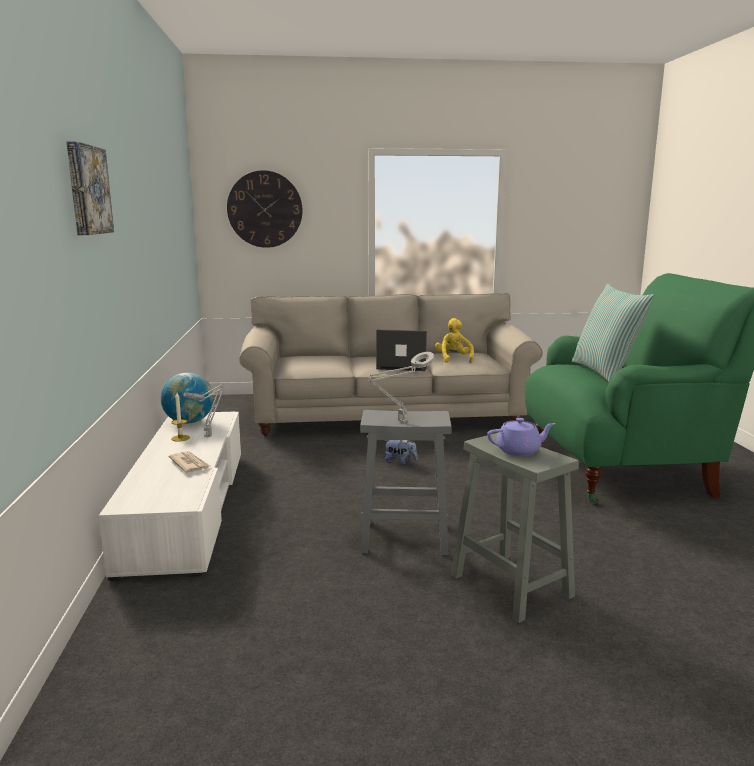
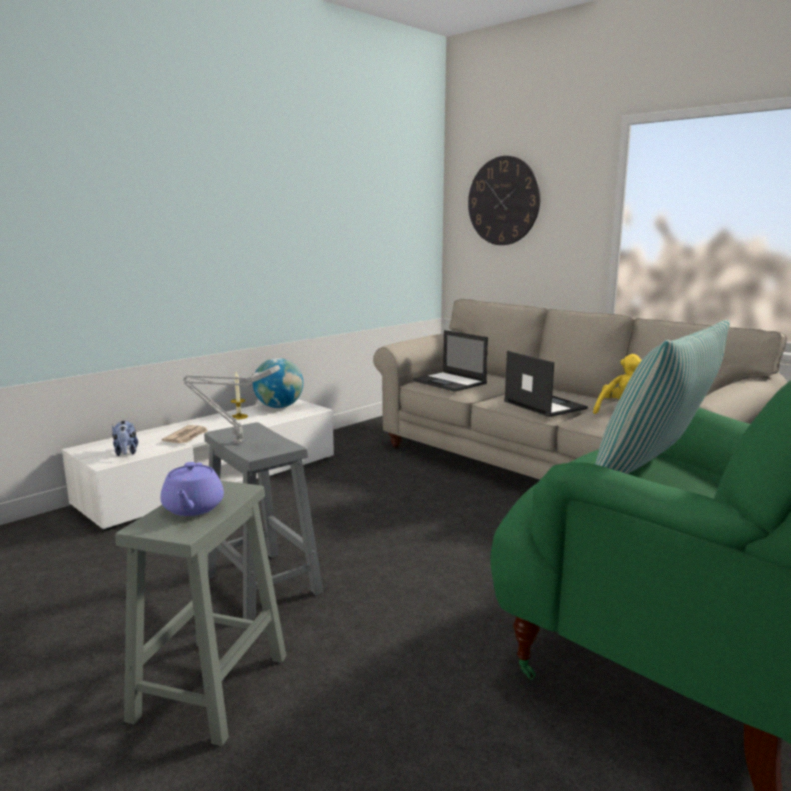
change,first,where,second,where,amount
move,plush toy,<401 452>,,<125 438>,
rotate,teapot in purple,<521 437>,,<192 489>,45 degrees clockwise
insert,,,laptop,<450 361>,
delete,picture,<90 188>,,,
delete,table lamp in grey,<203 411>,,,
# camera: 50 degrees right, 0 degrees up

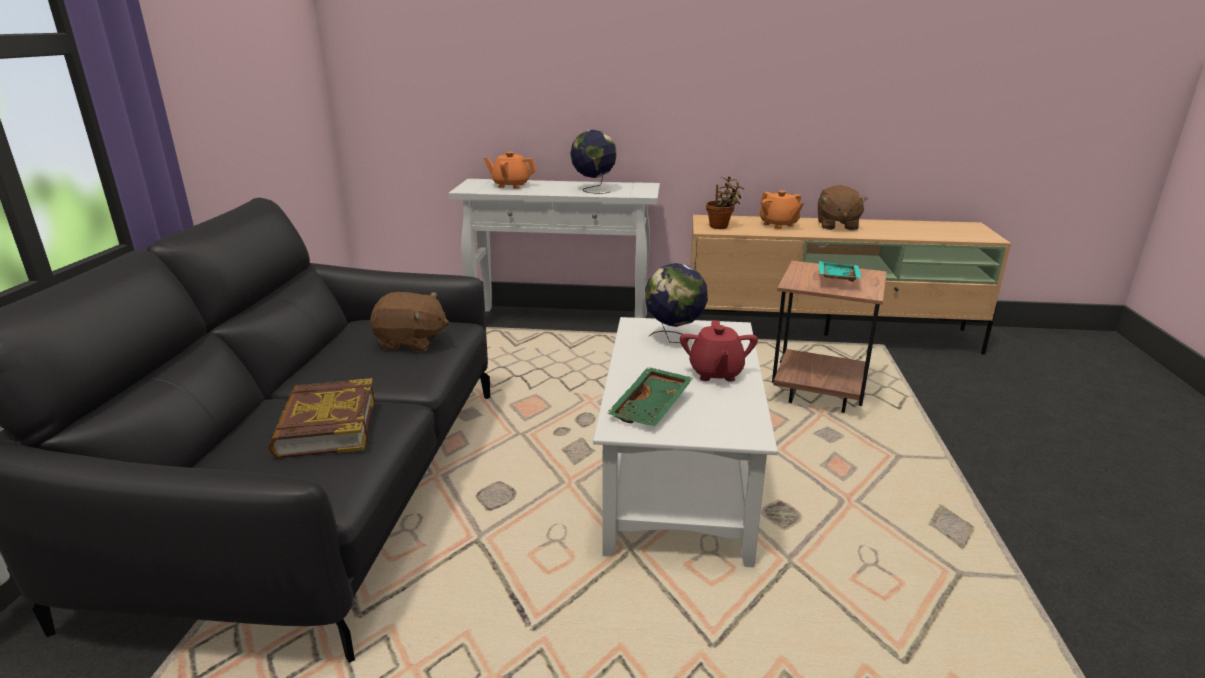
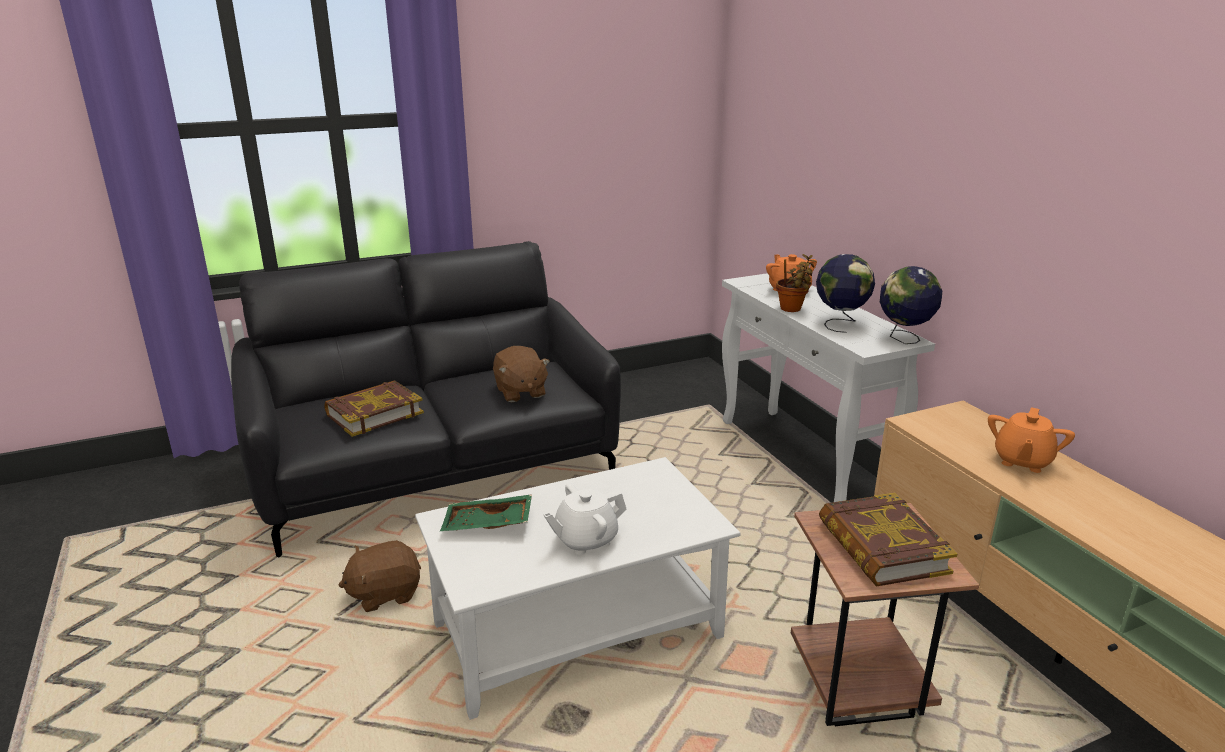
change,first,where,second,where,amount
move,plush toy in brown,<843 207>,,<379 576>,
recolor,teapot in red,<719 351>,teapot in white,<584 519>,
move,potted plant,<725 202>,,<796 283>,
replace,tray in turquoise,<840 271>,book,<888 540>,
move,globe,<676 303>,,<911 305>,
# camera: 60 degrees right, 0 degrees up

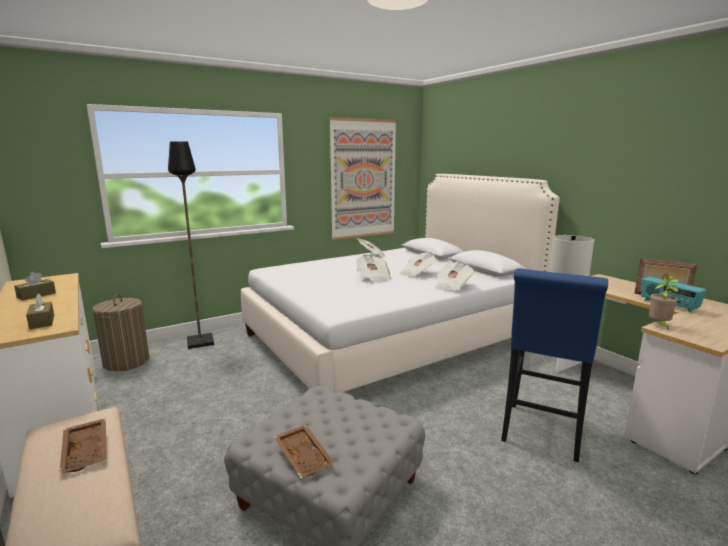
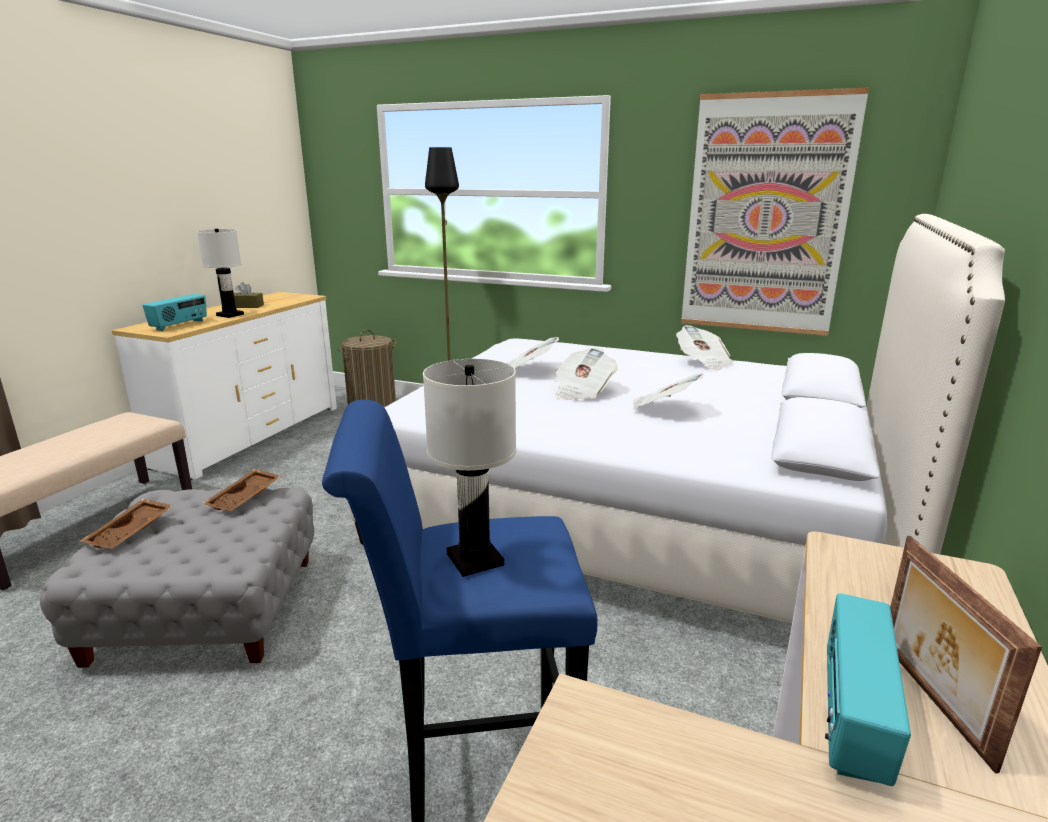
change,first,where,second,where,amount
replace,tissue box in brown,<40 311>,radio,<174 312>,
insert,,,table lamp in white,<220 273>,
move,tray in brown,<83 446>,,<241 490>,
move,newspaper,<454 276>,,<533 352>,
delete,potted plant,<663 302>,,,
# camera: 55 degrees right, 5 degrees up

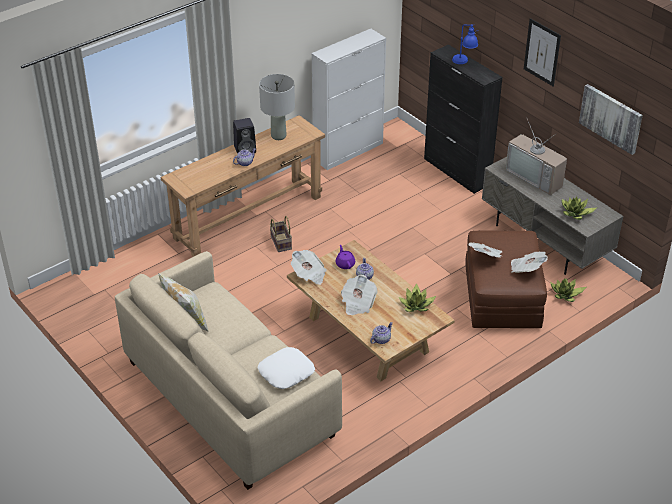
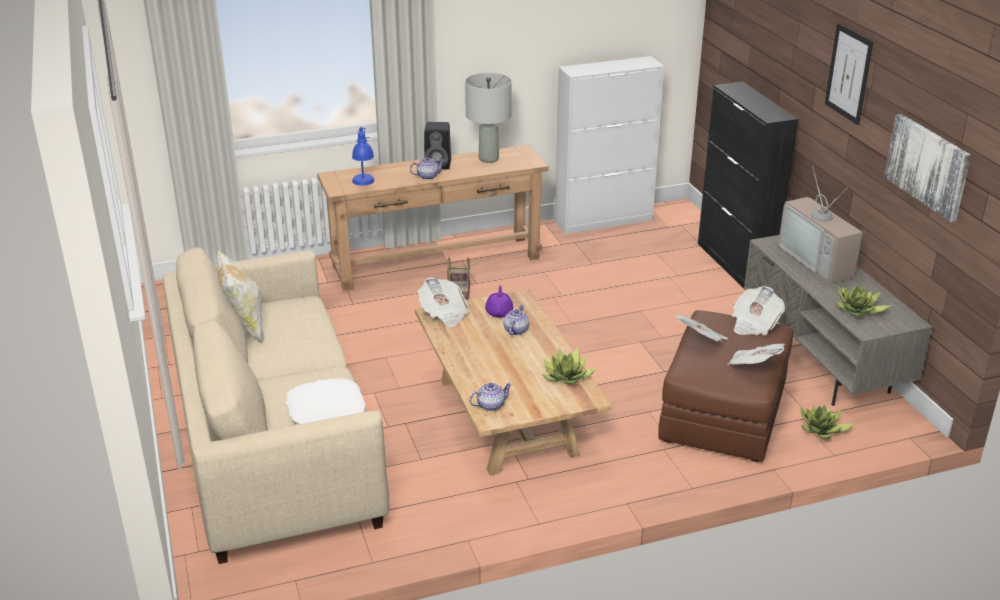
change,first,where,second,where,amount
move,table lamp in blue,<465 44>,,<363 156>,
move,newspaper,<359 295>,,<758 310>,
# camera: 20 degrees right, 10 degrees down

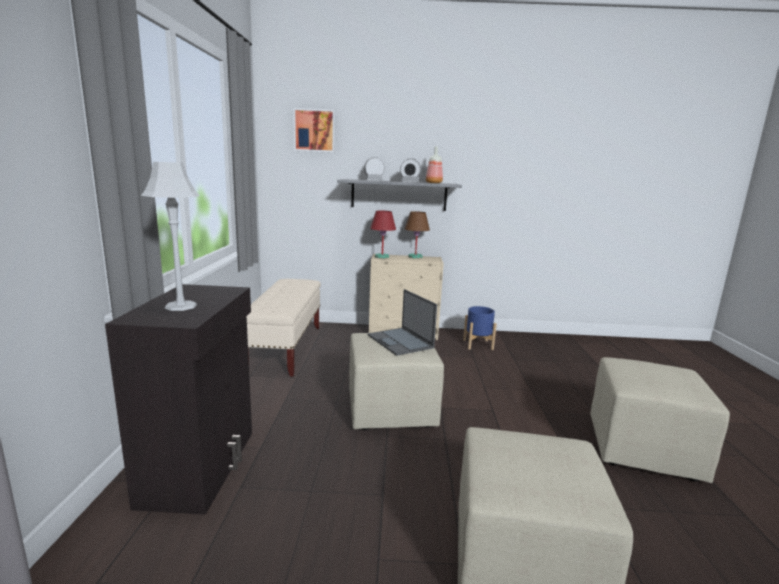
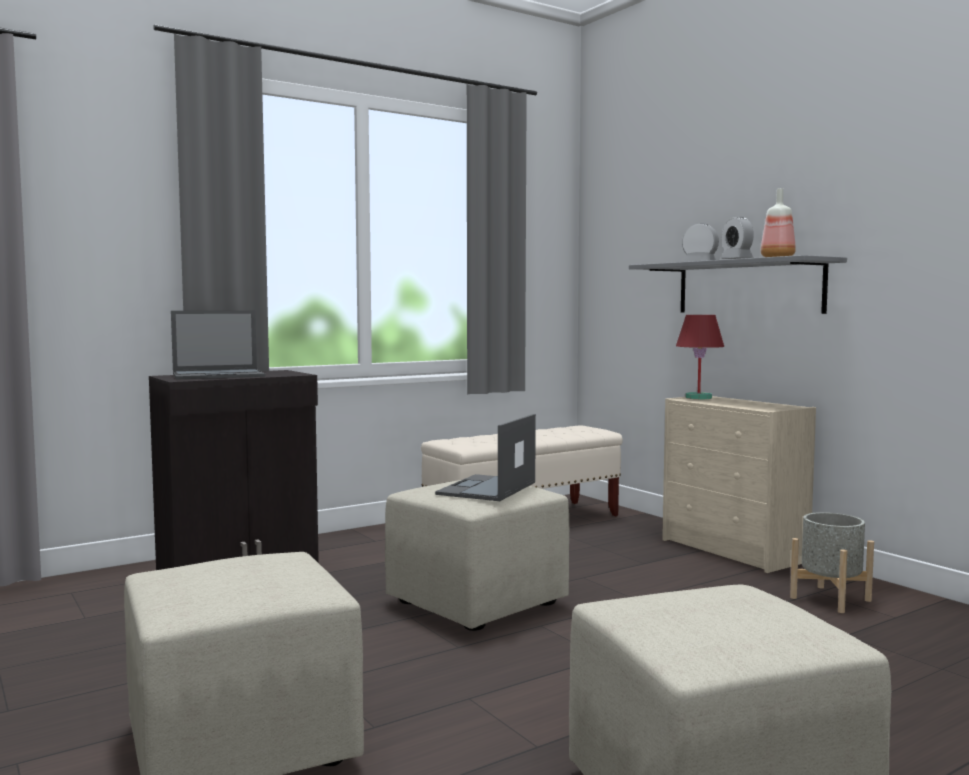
change,first,where,second,where,amount
replace,table lamp in grey,<170 236>,laptop,<218 345>,
recolor,planter in blue,<480 328>,planter in grey,<832 562>,
delete,picture,<314 130>,,,
delete,table lamp in brown,<417 235>,,,
# camera: 55 degrees right, 10 degrees down

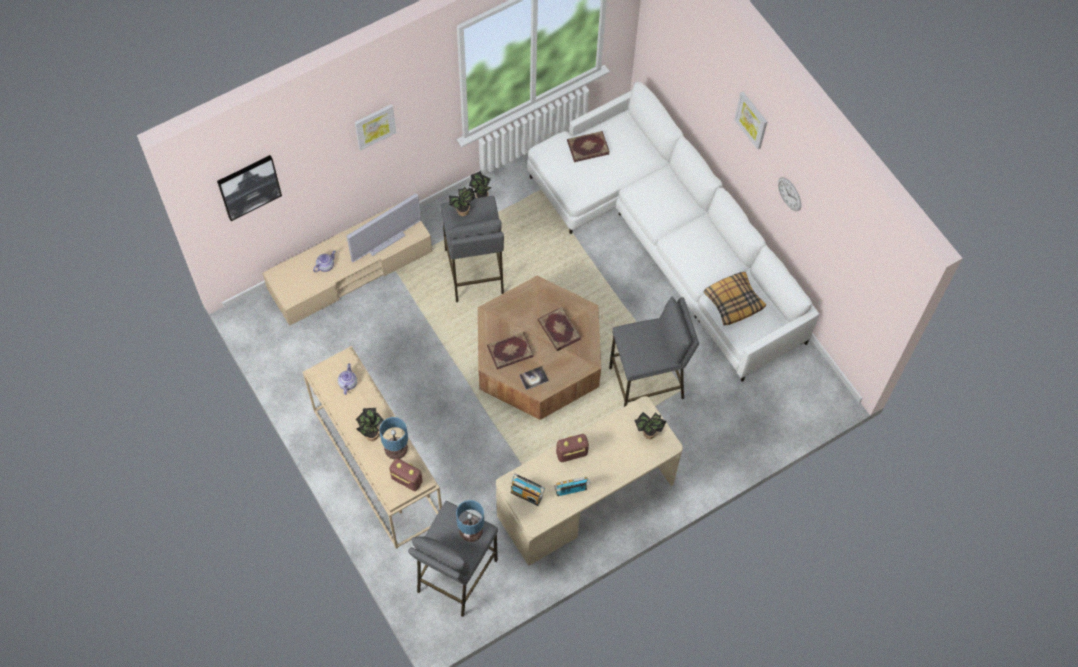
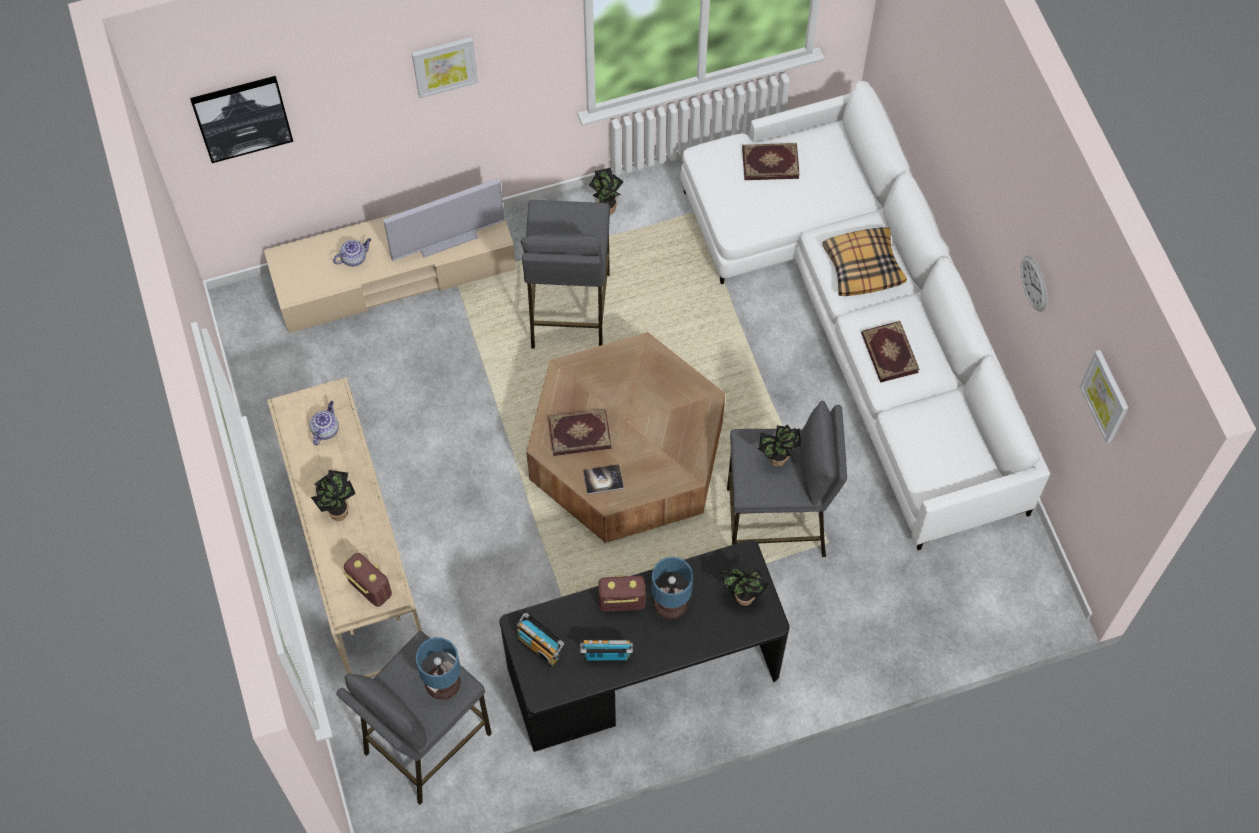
change,first,where,second,where,amount
recolor,desk in beige,<589 481>,desk in black,<644 646>,
move,table lamp,<393 438>,,<672 588>,
move,potted plant,<462 201>,,<779 445>,
move,pillow,<734 299>,,<864 261>,
move,book,<559 329>,,<890 351>,
move,picture,<750 120>,,<1103 396>,
# camera: 15 degrees right, 0 degrees up

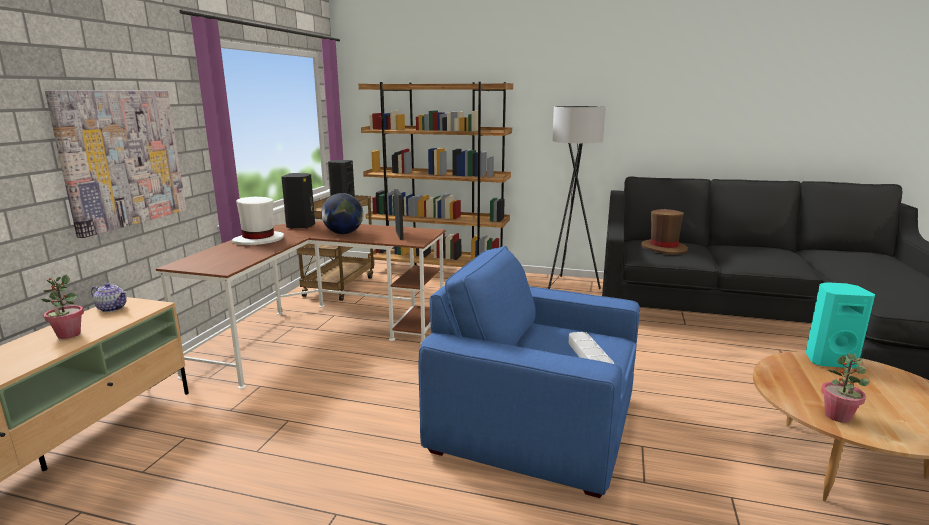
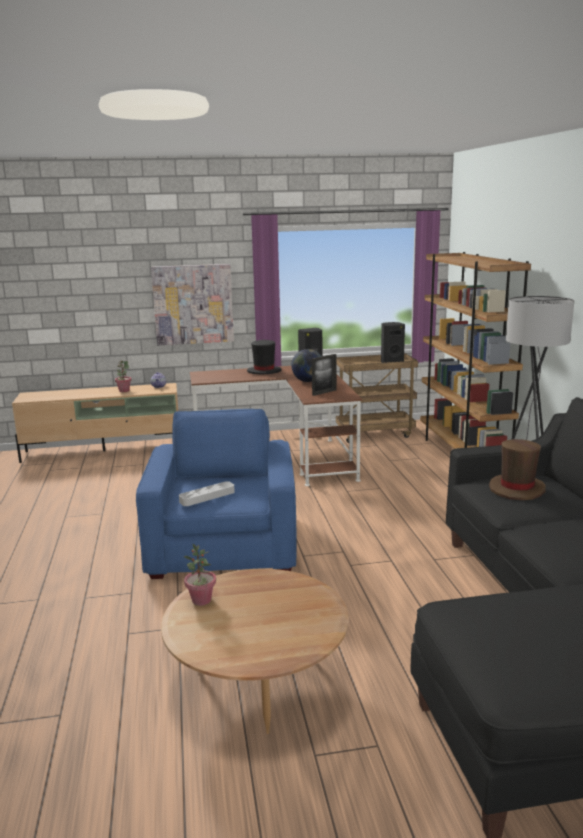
change,first,where,second,where,amount
recolor,hat in white,<258 221>,hat in black,<264 357>,
delete,speaker in turquoise,<840 325>,,,
# camera: 65 degrees right, 0 degrees up

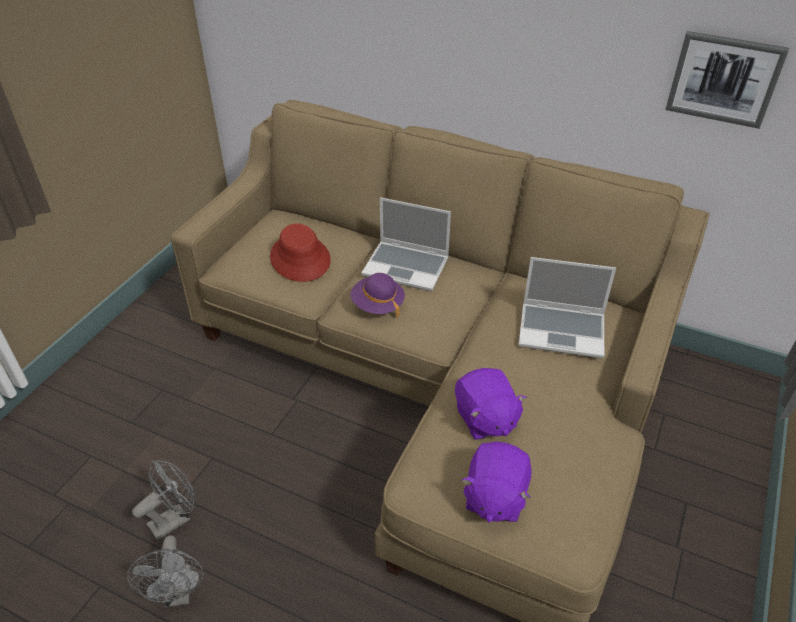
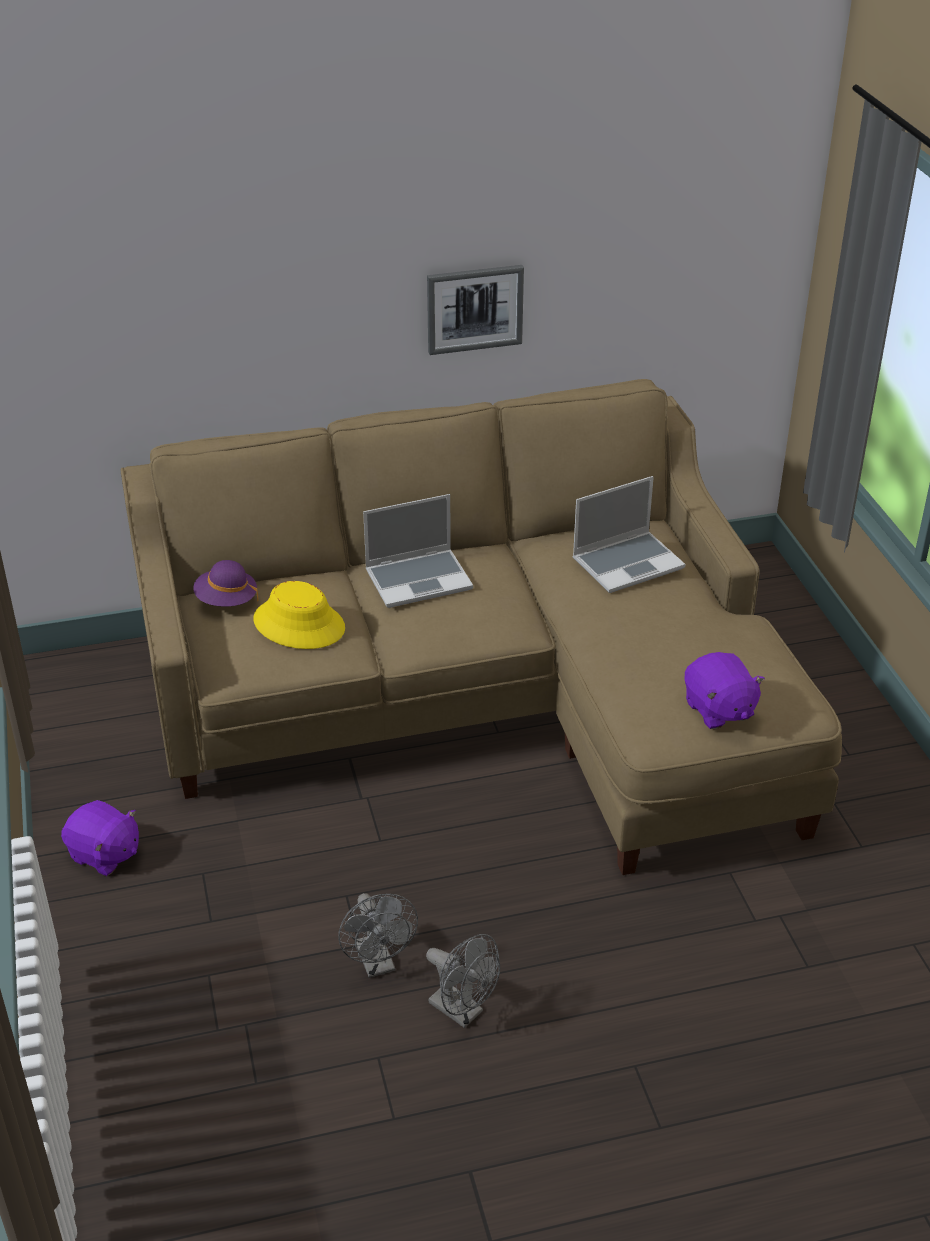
change,first,where,second,where,amount
move,plush toy in purple,<491 404>,,<100 838>,
move,hat in purple,<378 295>,,<226 583>,
recolor,hat in red,<300 252>,hat in yellow,<299 615>,
rotate,fan in grey,<163 500>,,<378 935>,150 degrees clockwise
move,picture,<727 80>,,<475 310>,
# camera: 40 degrees left, 5 degrees down

